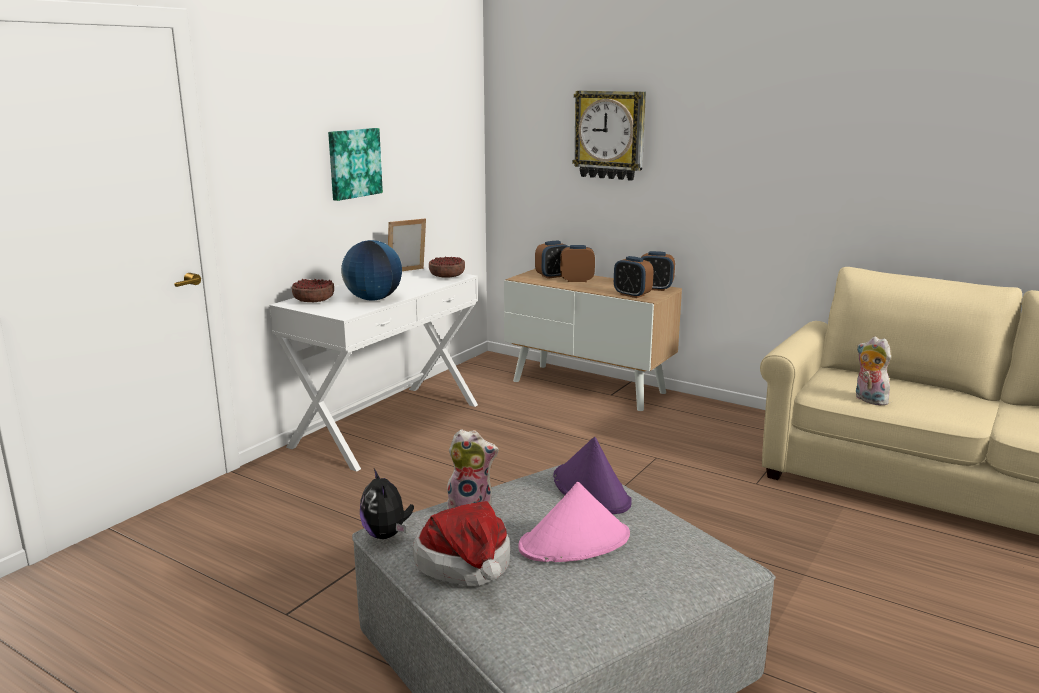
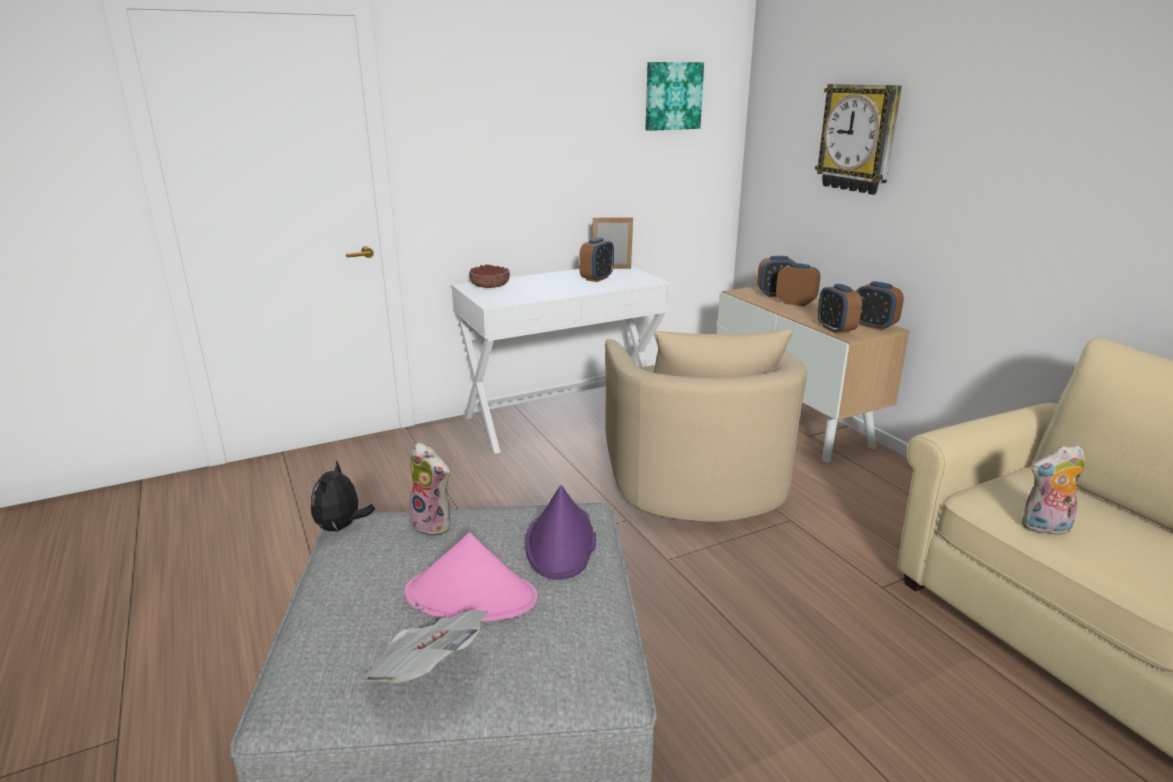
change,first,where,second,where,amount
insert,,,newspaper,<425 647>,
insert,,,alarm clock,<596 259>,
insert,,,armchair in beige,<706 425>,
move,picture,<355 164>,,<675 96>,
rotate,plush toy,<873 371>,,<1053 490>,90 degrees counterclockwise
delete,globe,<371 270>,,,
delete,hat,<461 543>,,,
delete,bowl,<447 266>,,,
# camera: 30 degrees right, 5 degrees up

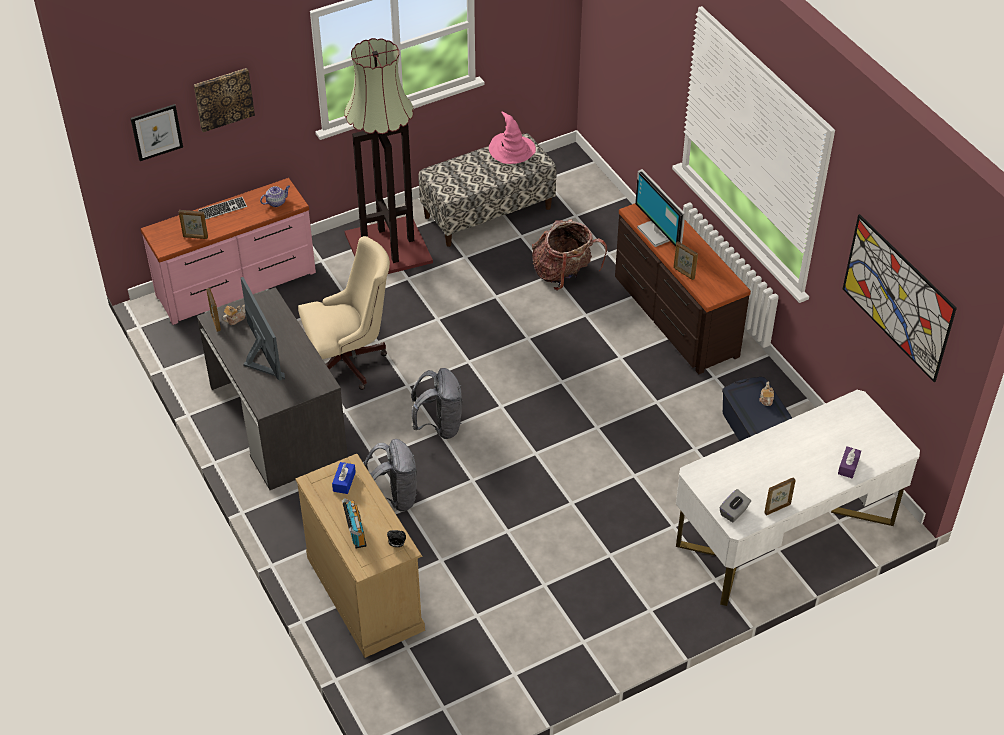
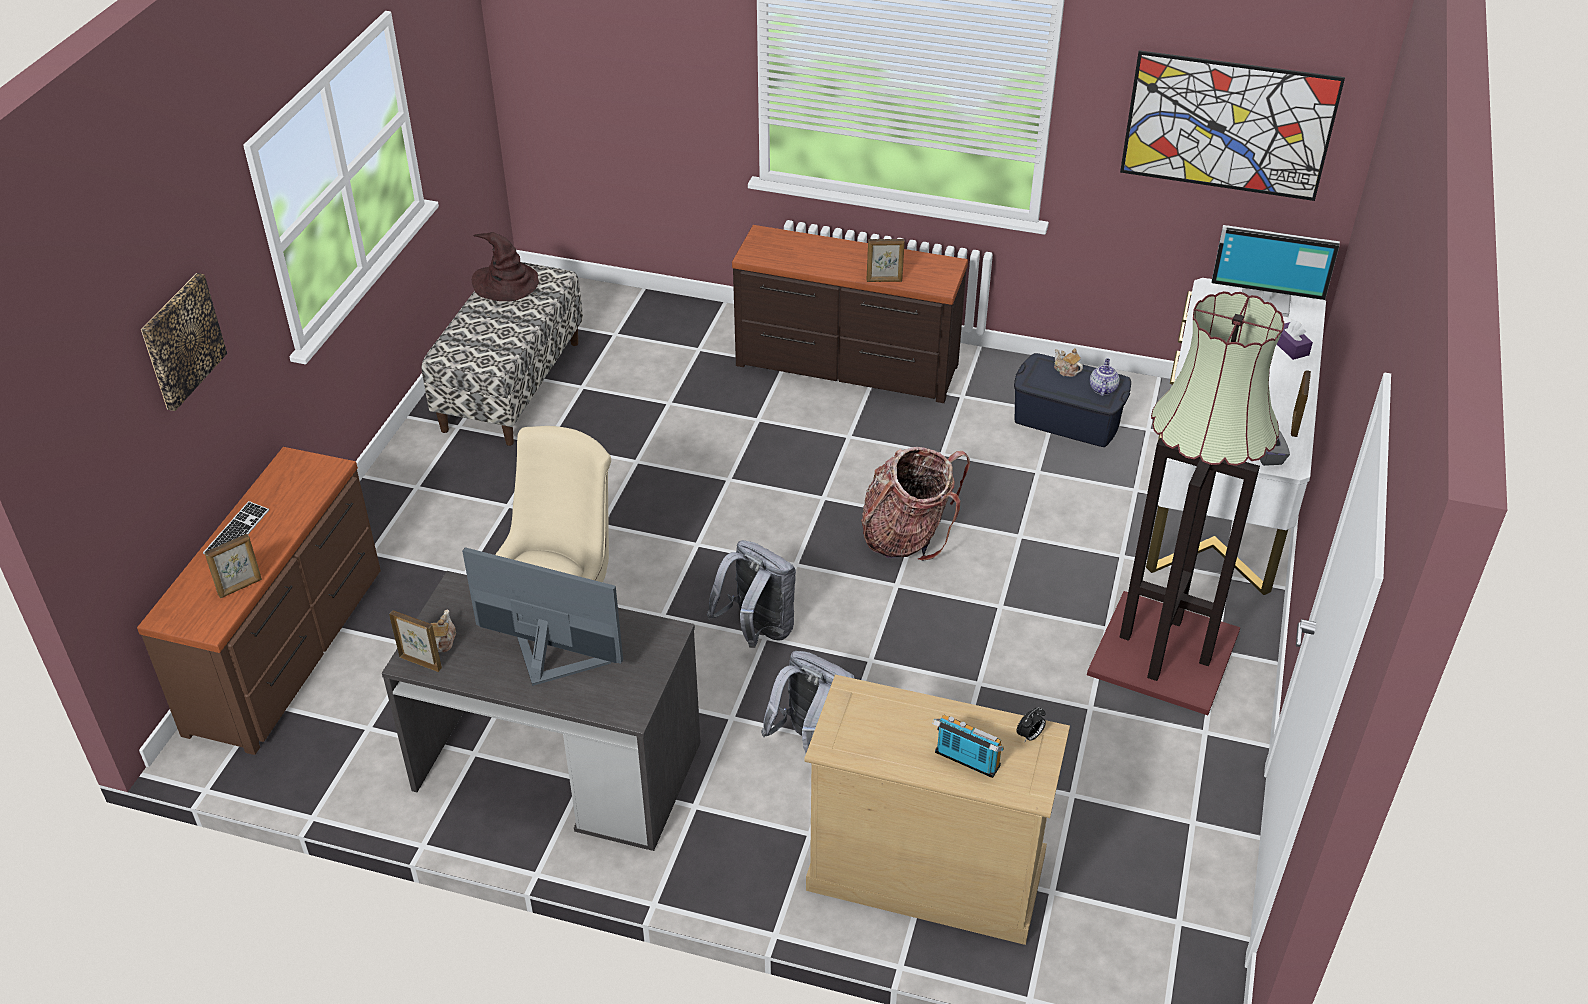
change,first,where,second,where,amount
recolor,dresser in pink,<228 251>,dresser in brown,<259 601>,
recolor,hat in pink,<512 137>,hat in brown,<505 266>,
move,backpack,<569 255>,,<915 504>,
move,floor lamp,<388 156>,,<1185 503>,
move,teapot,<275 196>,,<1105 377>,
move,monitor,<660 208>,,<1275 271>,
delete,picture,<156 132>,,,
delete,tissue box in blue,<344 478>,,,
# camera: 45 degrees left, 5 degrees down

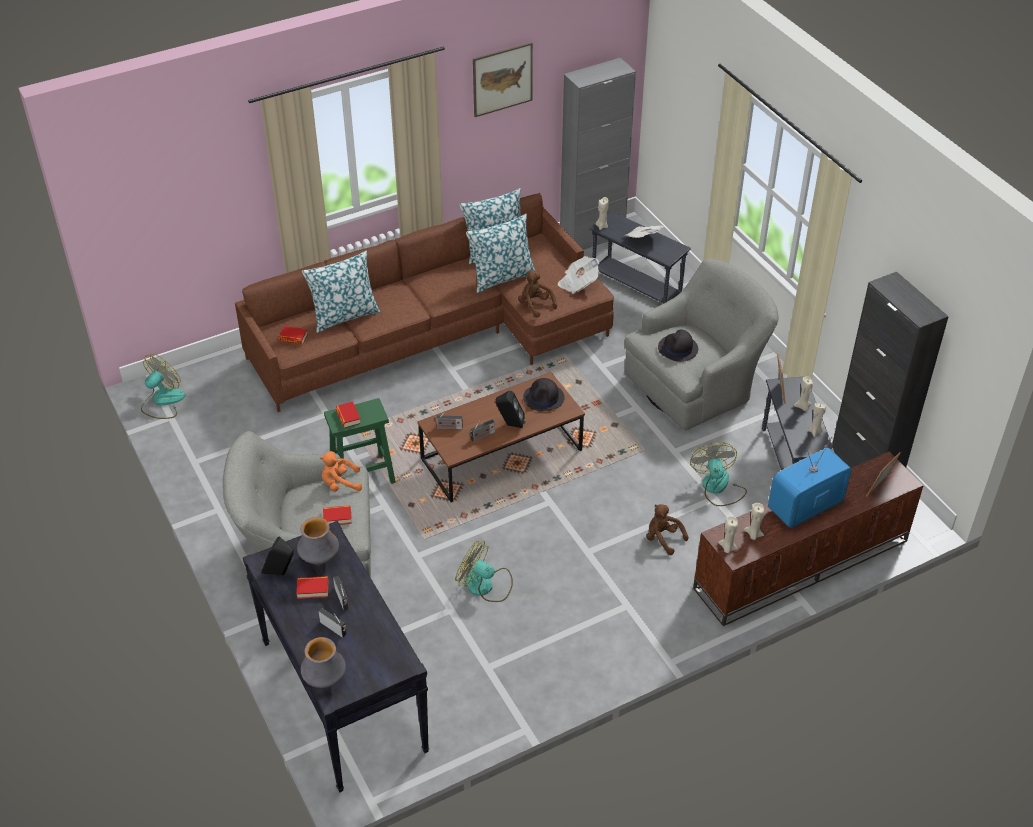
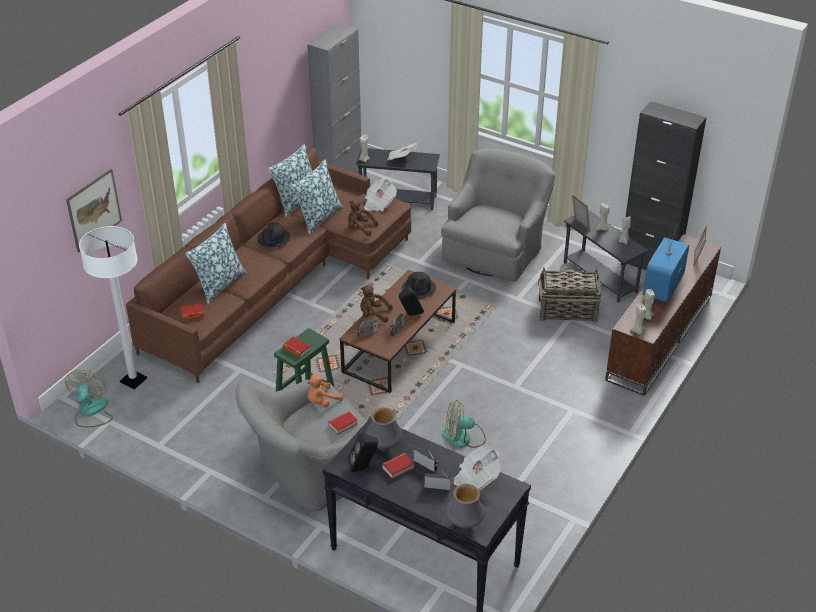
change,first,where,second,where,amount
move,picture,<503 79>,,<94 210>,
insert,,,floor lamp in white,<113 307>,
move,hat in black,<678 345>,,<273 234>,
move,plush toy in brown,<667 529>,,<376 304>,
insert,,,newspaper,<477 469>,
replace,fan,<718 474>,basket,<570 295>,
# camera: 30 degrees left, 5 degrees down

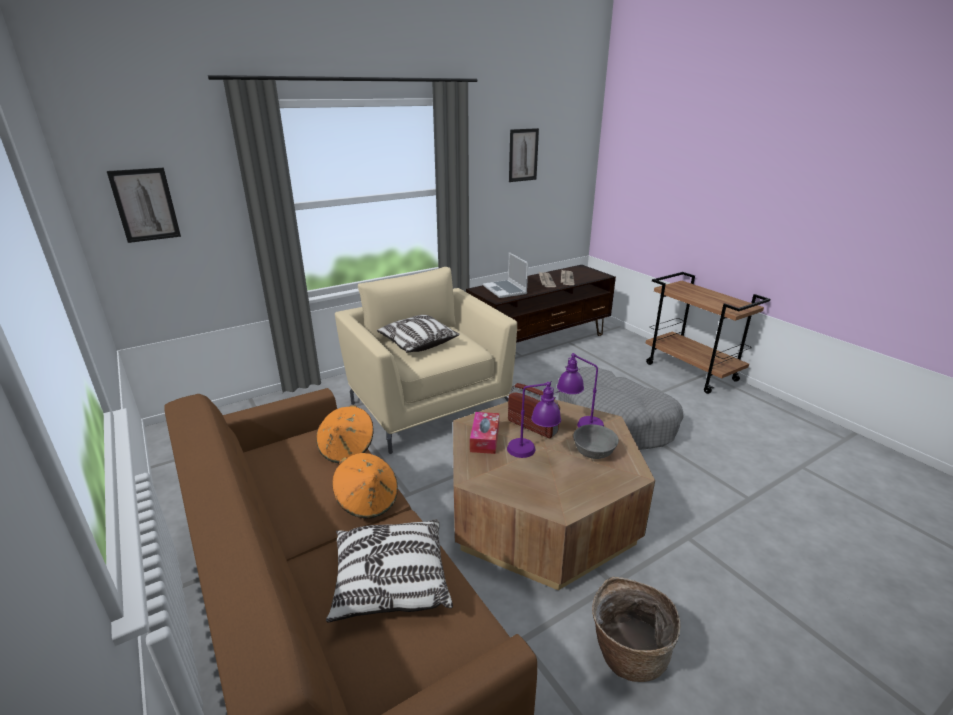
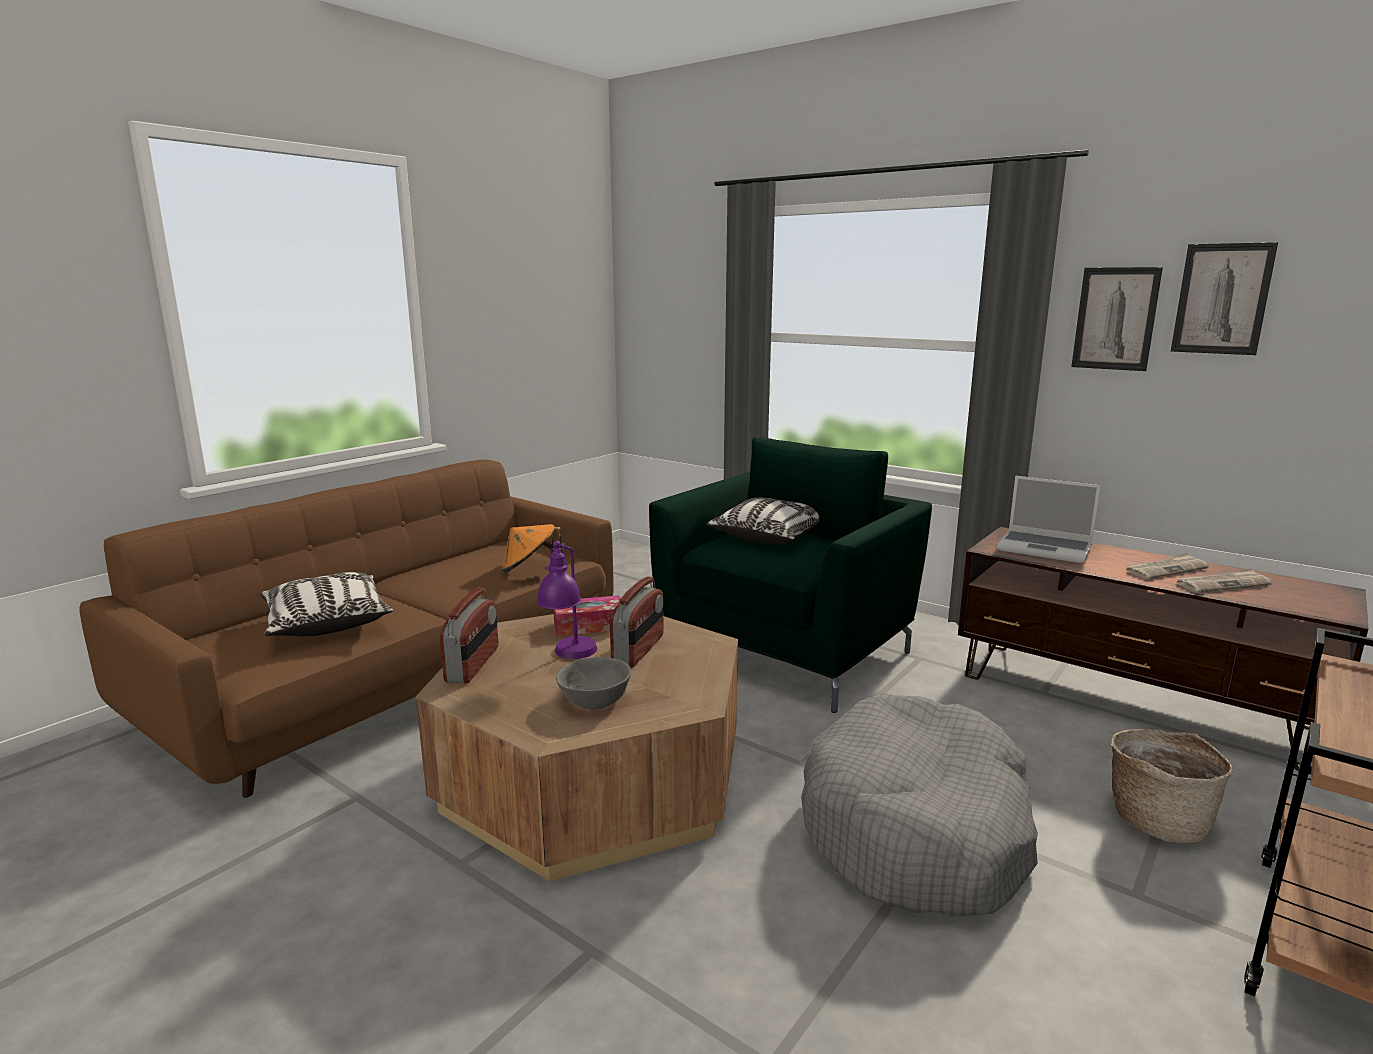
change,first,where,second,where,amount
insert,,,radio,<469 636>,
recolor,armchair in beige,<426 360>,armchair in green,<790 575>,
rotate,laptop,<505 275>,,<1049 519>,105 degrees counterclockwise
move,picture,<144 205>,,<1117 319>,
move,basket,<636 629>,,<1172 786>,
delete,hat in orange,<365 486>,,,
delete,table lamp in purple,<580 390>,,,
# camera: 70 degrees right, 10 degrees down

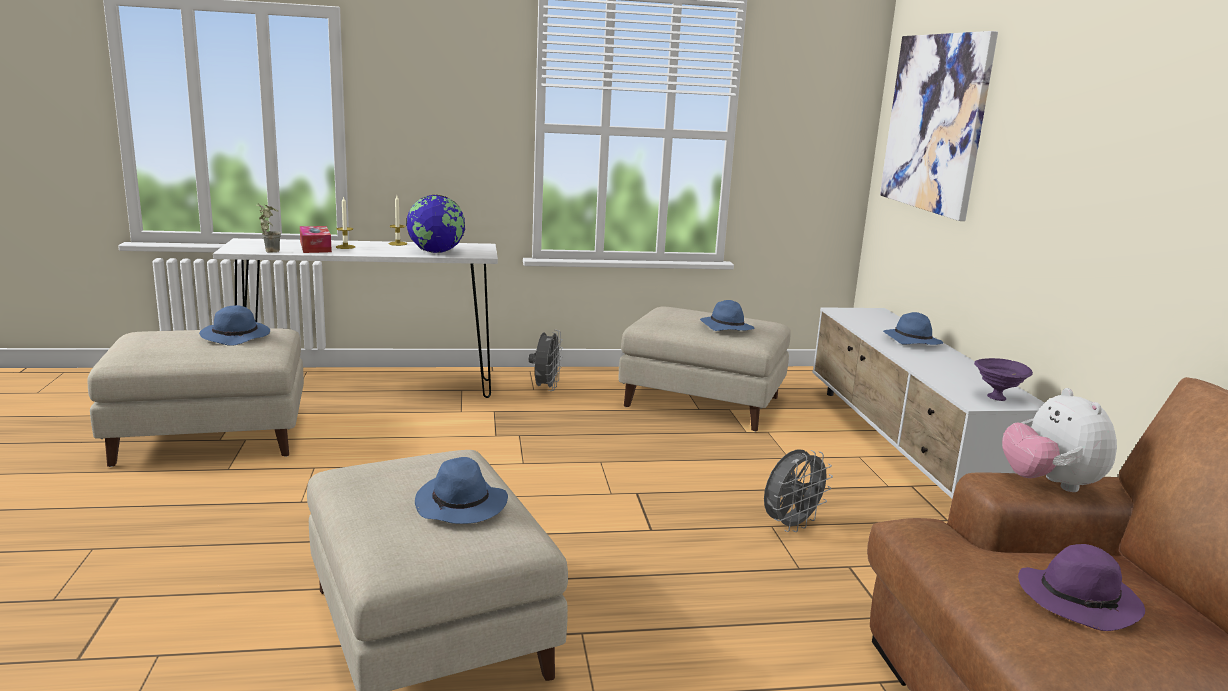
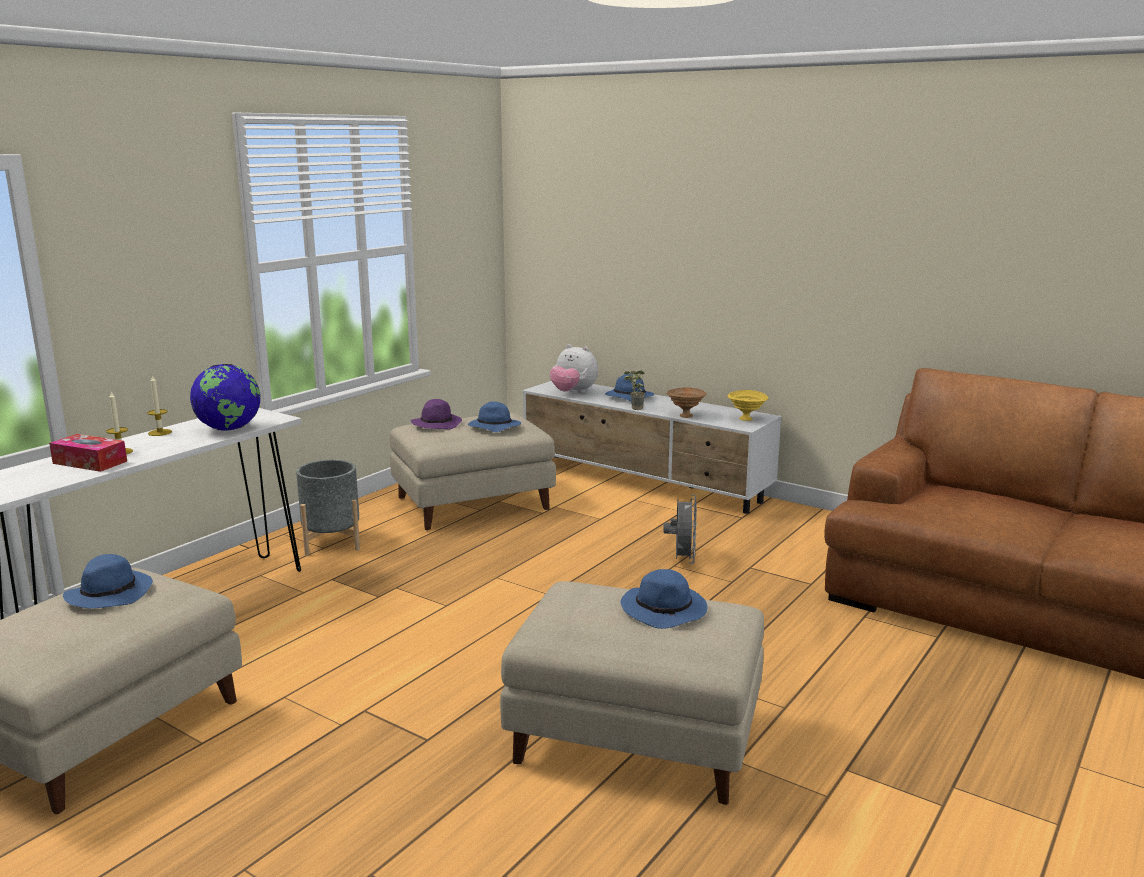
change,first,where,second,where,amount
replace,fan in grey,<546 360>,planter in grey,<328 508>,
move,hat in purple,<1081 587>,,<436 414>,
move,plush toy,<1059 440>,,<574 368>,
move,potted plant,<269 228>,,<634 390>,
insert,,,bowl in brown,<686 402>,
recolor,bowl in purple,<1003 379>,bowl in yellow,<747 405>,
delete,picture,<939 126>,,,
# camera: 45 degrees left, 0 degrees up

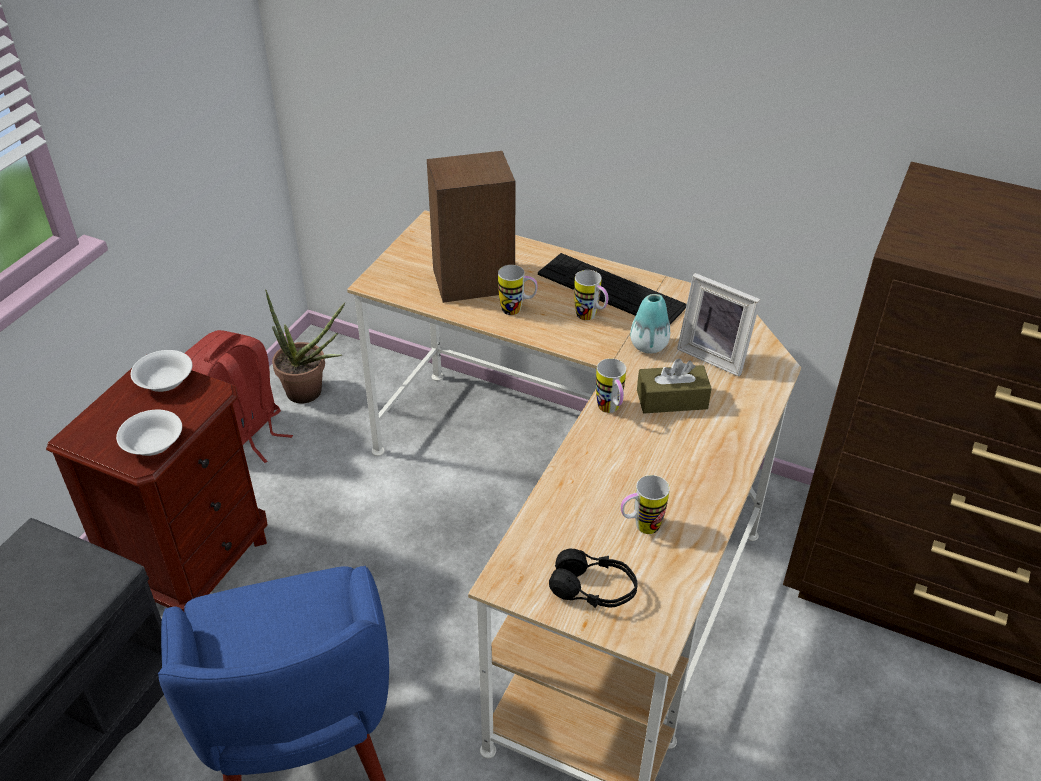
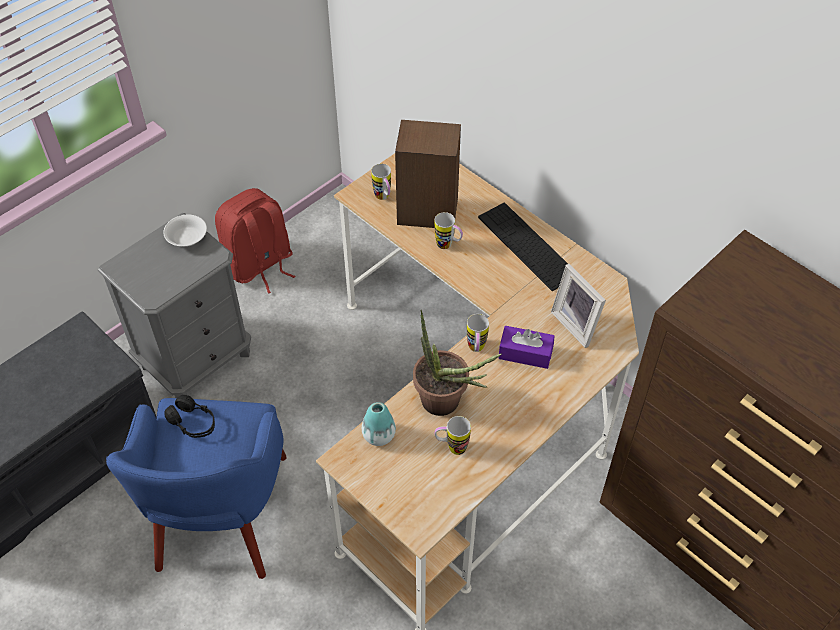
change,first,where,second,where,amount
recolor,nightstand in brown,<157 490>,nightstand in grey,<174 305>,
move,headphones in black,<593 578>,,<190 416>,
move,vase,<650 324>,,<379 424>,
move,mug,<591 295>,,<381 182>,
move,potted plant,<305 346>,,<457 362>,
recolor,tissue box in brown,<674 386>,tissue box in purple,<526 347>,
delete,bowl in white,<149 433>,,,
# camera: 20 degrees right, 10 degrees up

